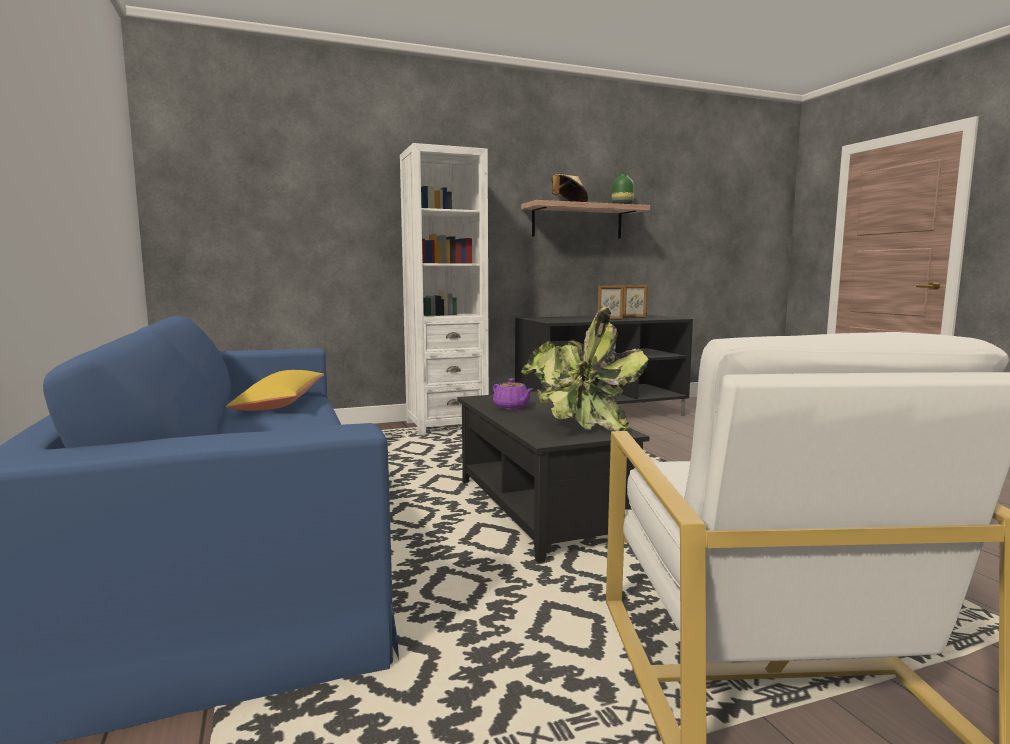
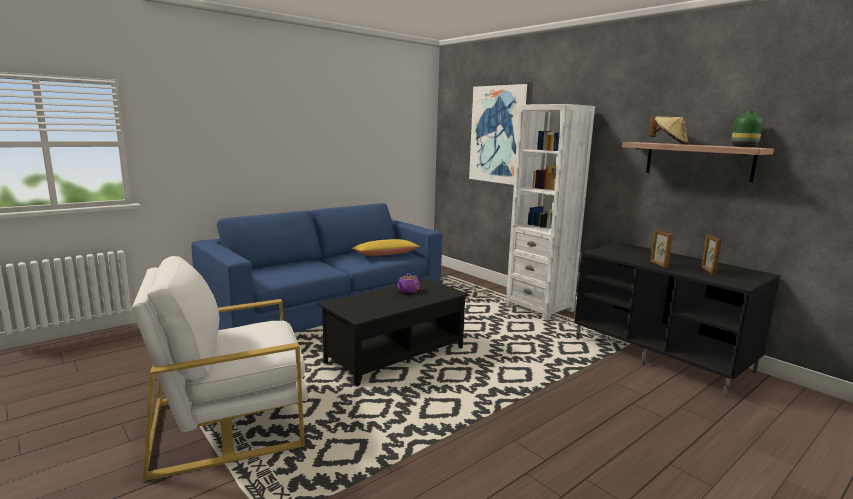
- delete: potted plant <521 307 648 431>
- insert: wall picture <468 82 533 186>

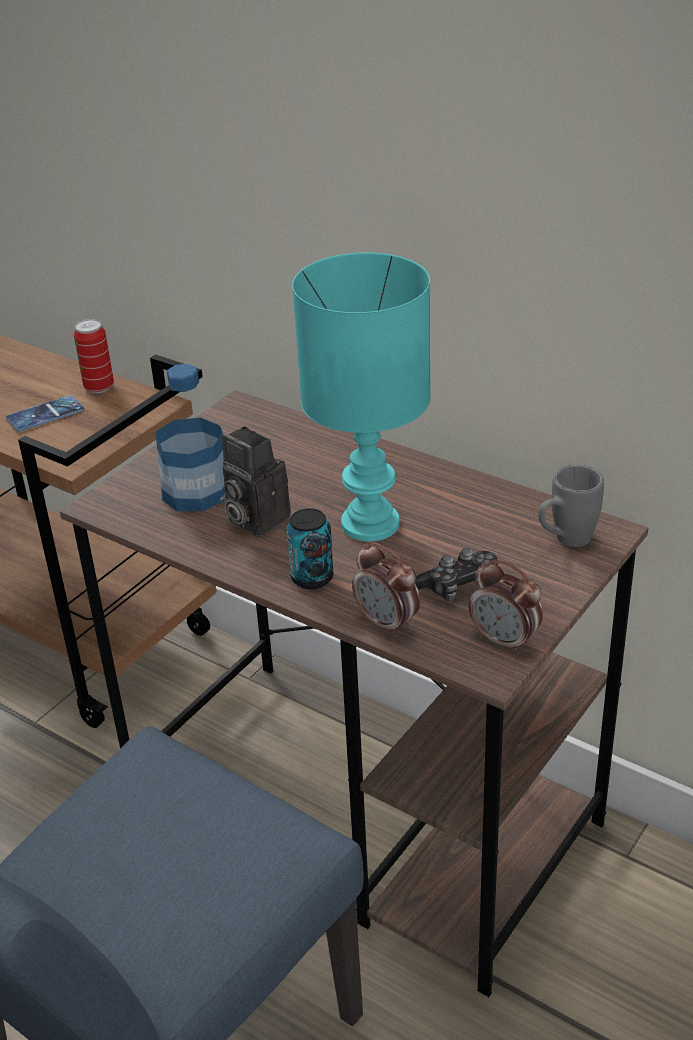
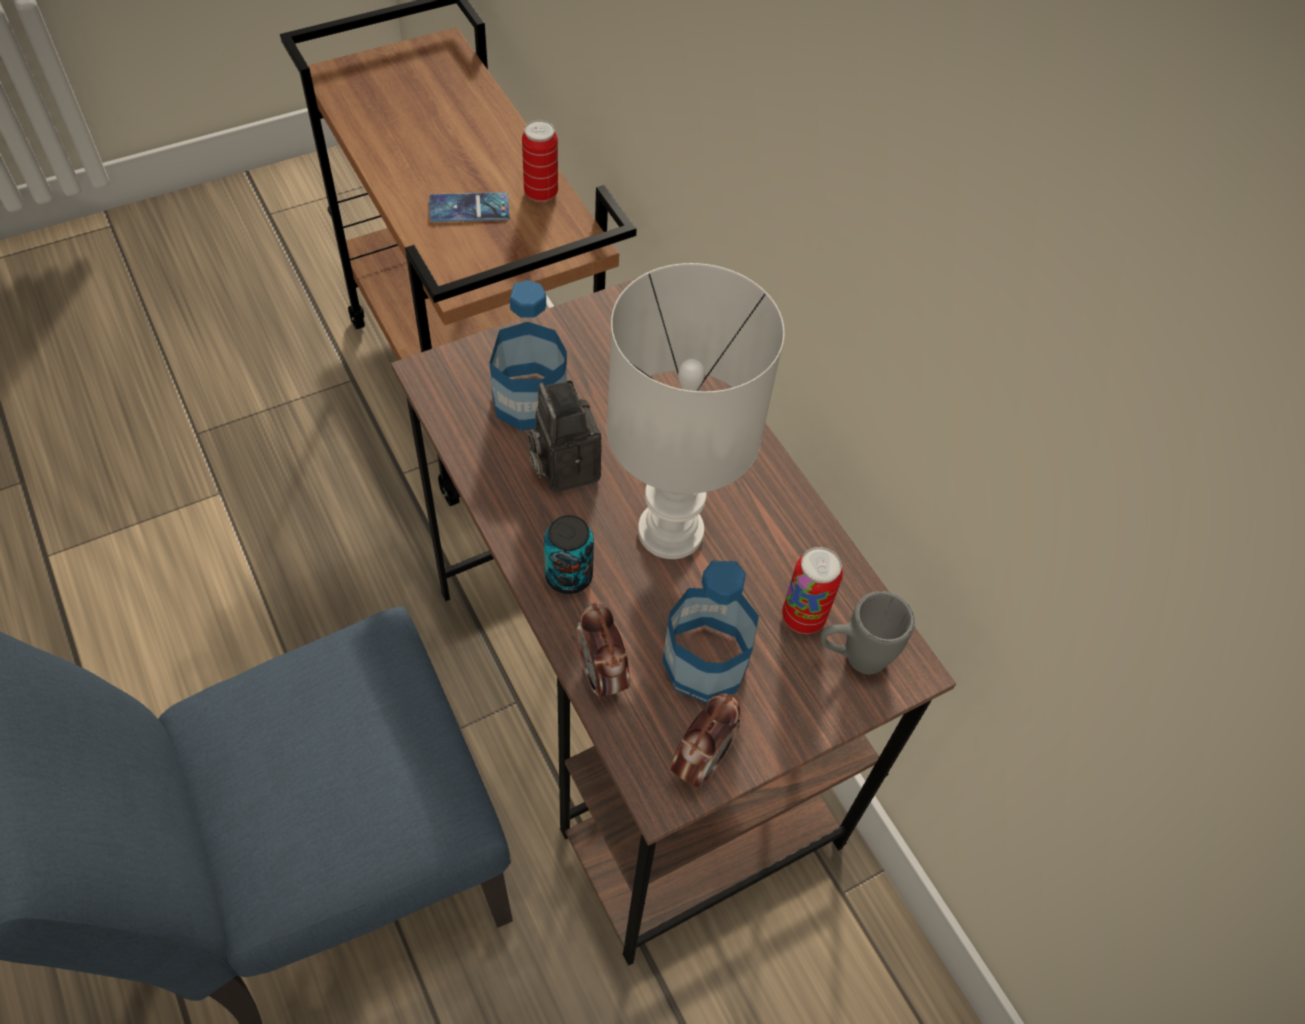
- recolor: turquoise lamp for a table <292 252 431 542> to white-coloured lamp for a table <607 263 784 559>
- replace: joypad <415 548 498 601> to beverage bottle <663 561 759 703>
- rotate: bedside clock <469 559 543 654> = <671 693 740 789> 120 degrees counterclockwise
- insert: can <782 547 843 634>

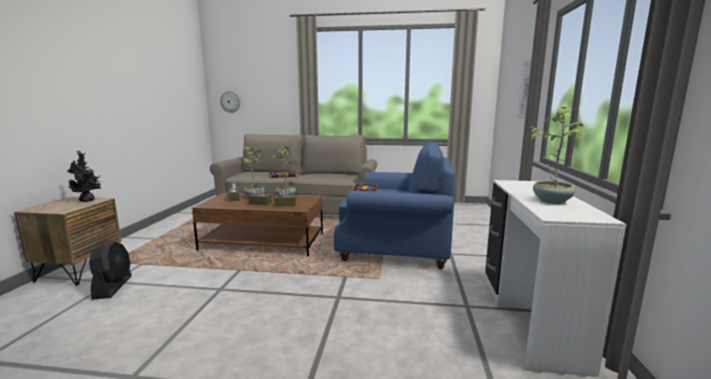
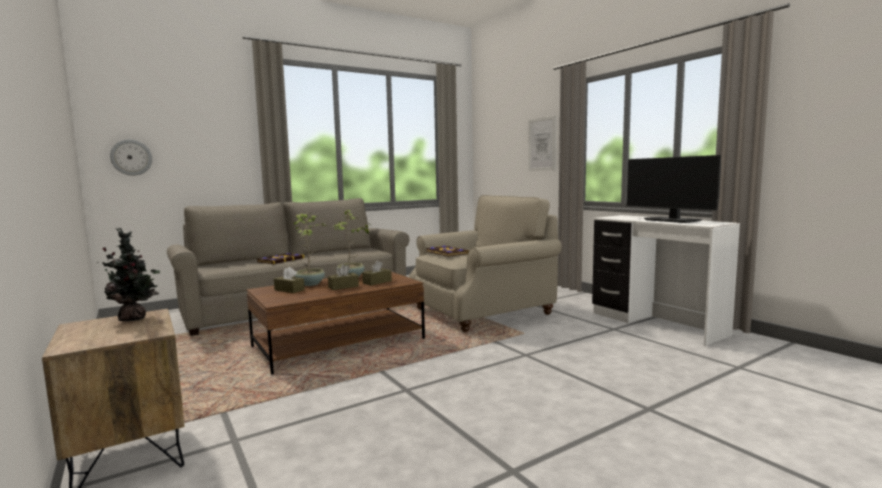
- delete: blackish cooling fan <89 240 132 300>
- recolor: blue-coloured easy chair <334 142 455 269> to beige easy chair <409 195 561 332>
- replace: potted plant <527 107 586 204> to computer display <626 155 721 223>

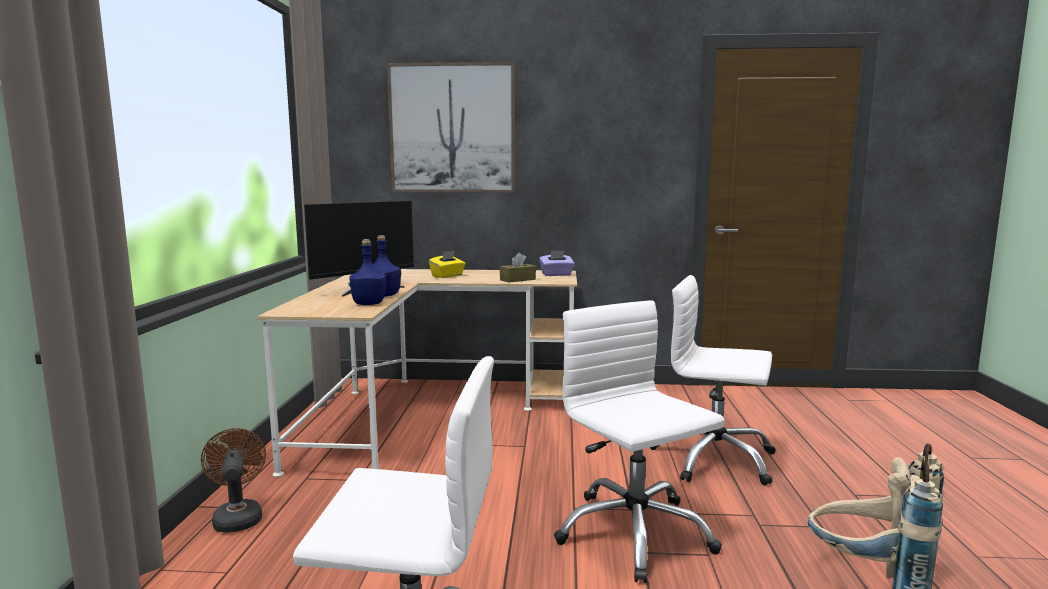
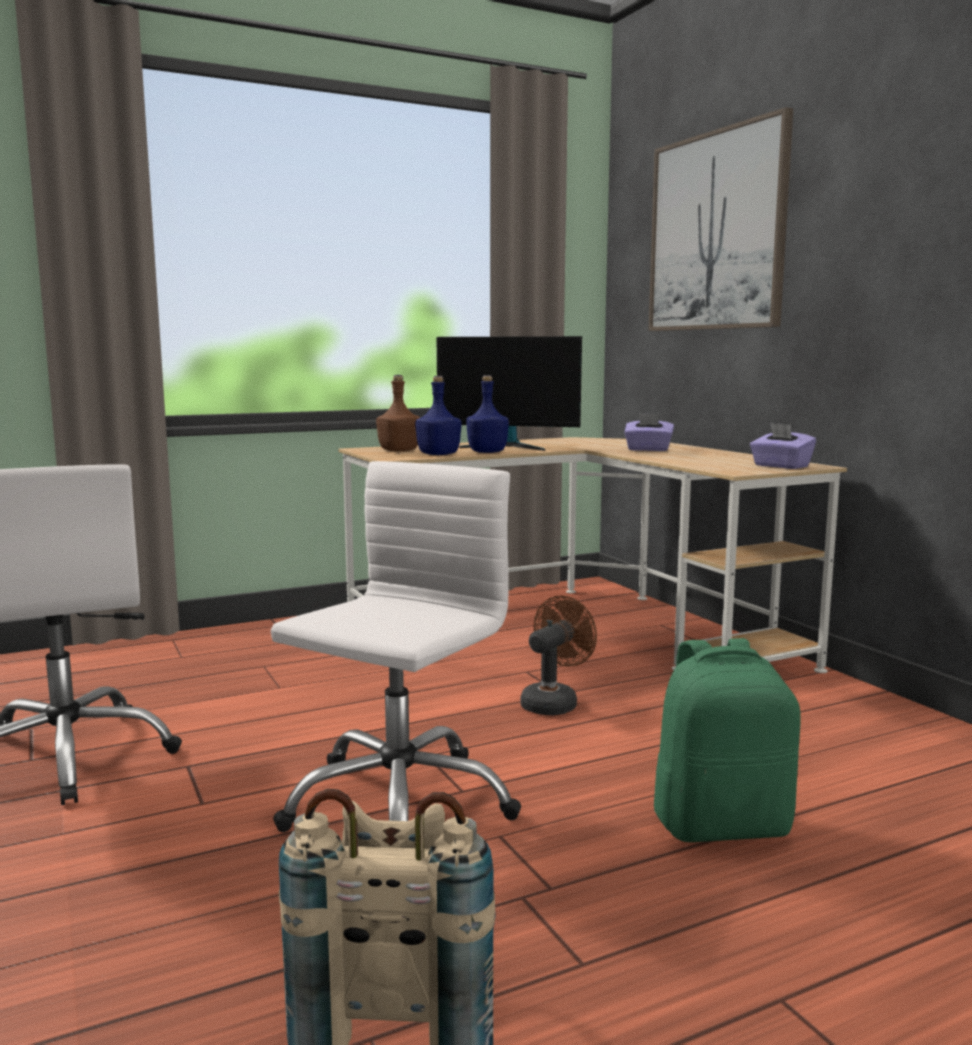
- move: brown-coloured cooling fan <201 428 266 533> to <521 596 597 716>
- recolor: yellow tissue holder <429 251 466 278> to purplish tissue holder <624 413 674 451>
- delete: brown-coloured tissue holder <500 252 536 282>
- replace: white-coloured office chair <650 275 776 486> to greenish rucksack <654 638 801 842>
- insert: brown-coloured beverage bottle <376 375 420 451>

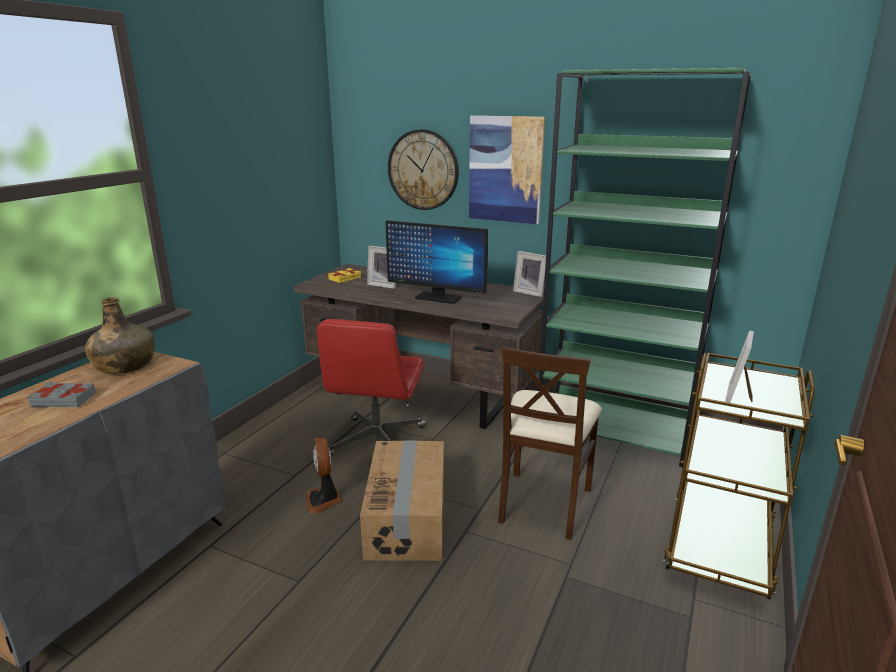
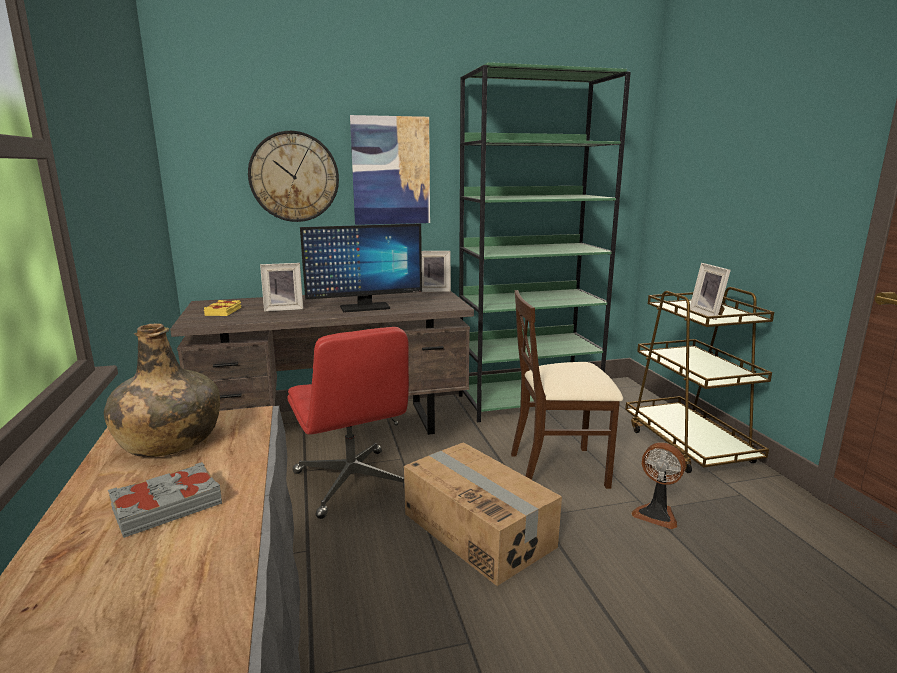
- move: cooling fan <306 438 341 514> to <631 443 686 529>
- rotate: beige upright chair <498 347 602 540> = <511 290 623 489> 105 degrees clockwise

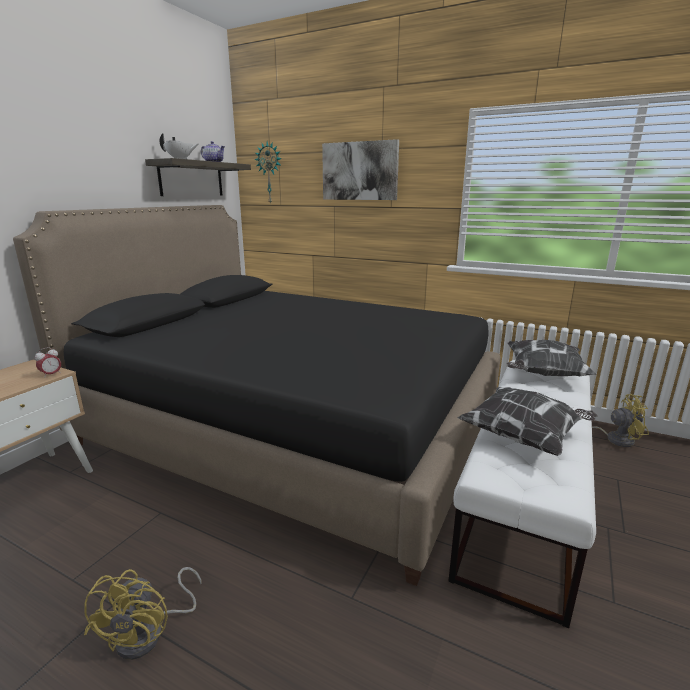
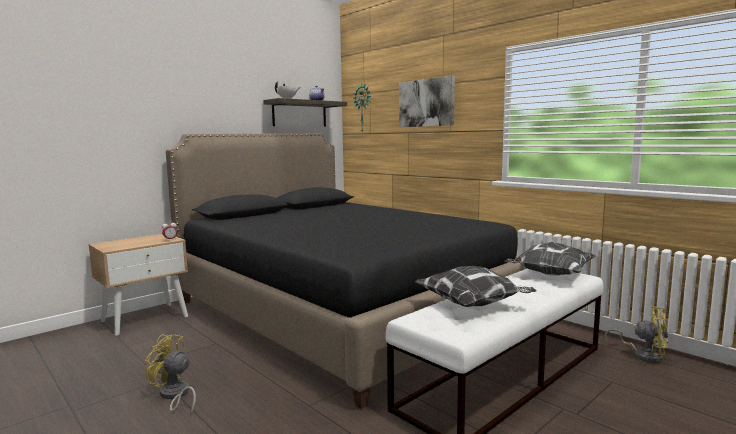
- rotate: yellow cooling fan <84 567 201 660> = <145 334 196 414> 90 degrees clockwise

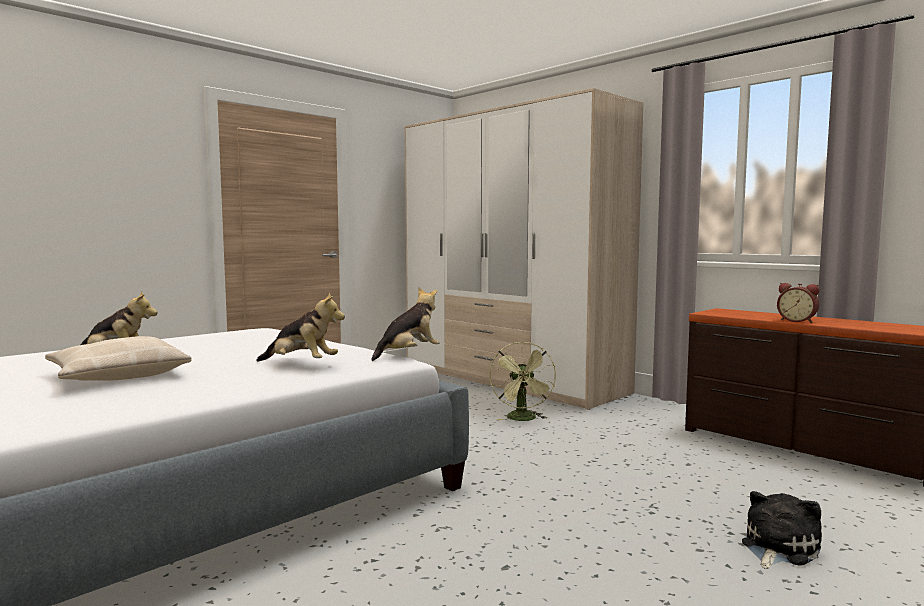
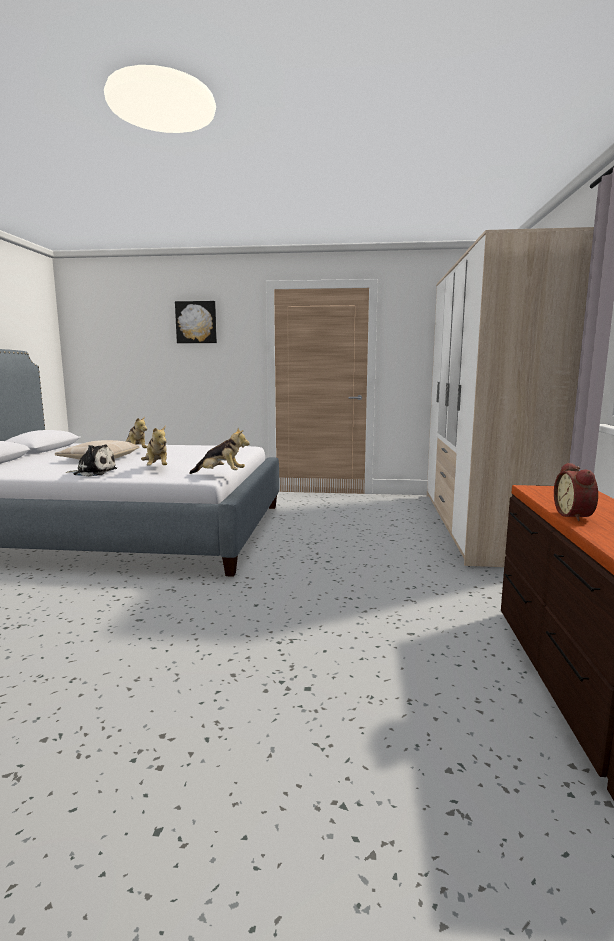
- delete: greenish cooling fan <489 341 556 421>
- move: soft toy <742 491 822 569> to <66 444 117 477>
- insert: wall picture <175 301 217 343>

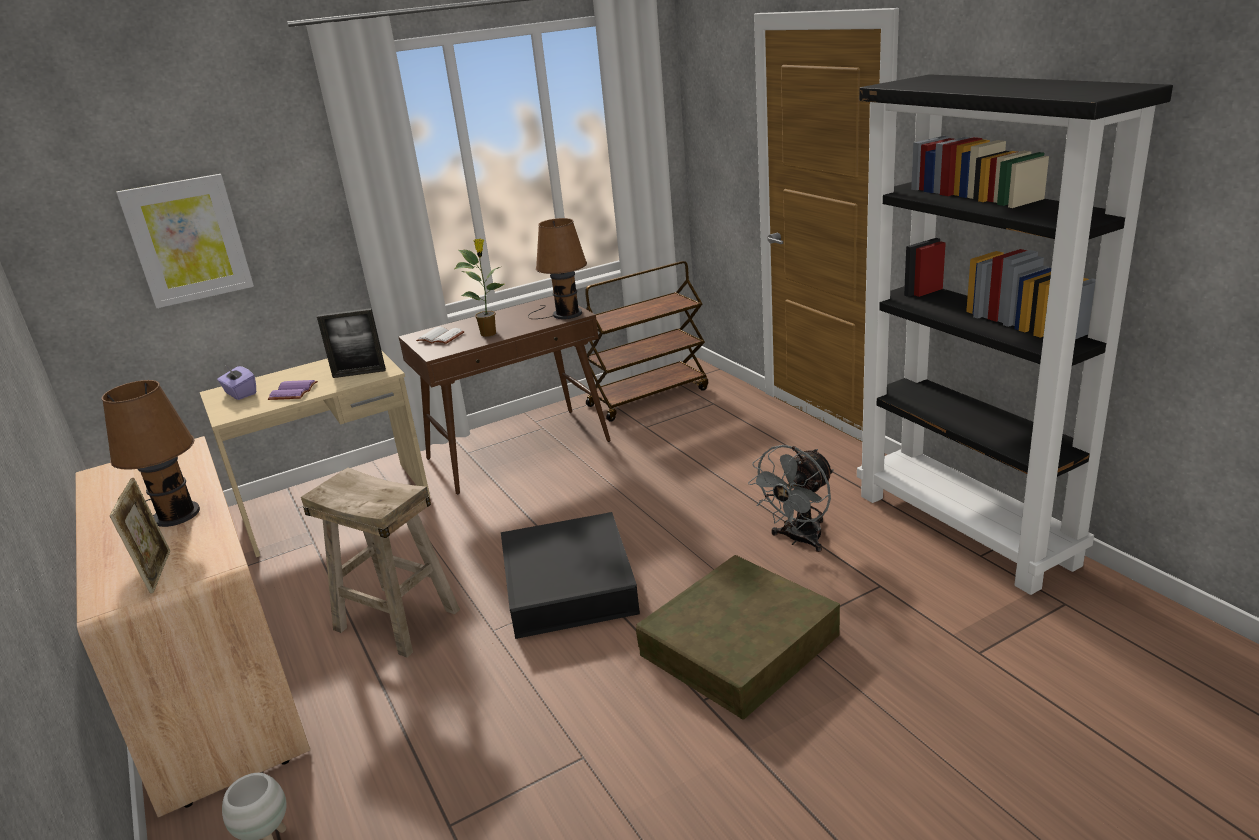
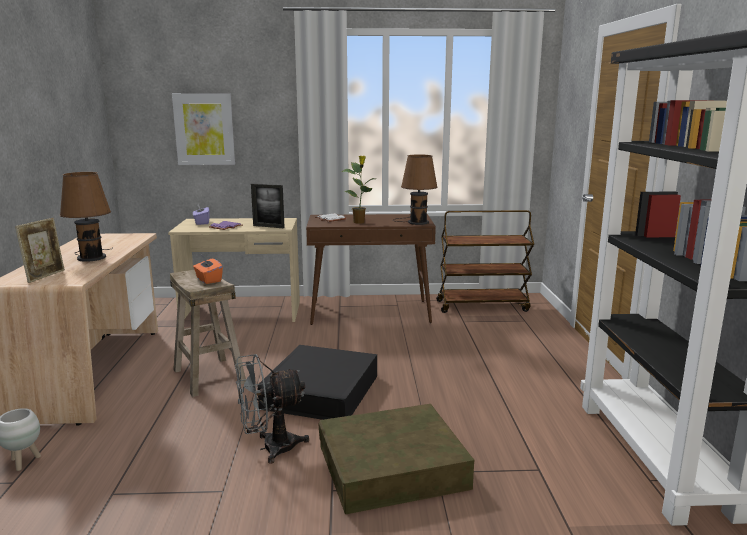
- move: greyish cooling fan <748 445 834 552> to <235 354 309 464>
- insert: orangey tissue holder <193 256 223 284>

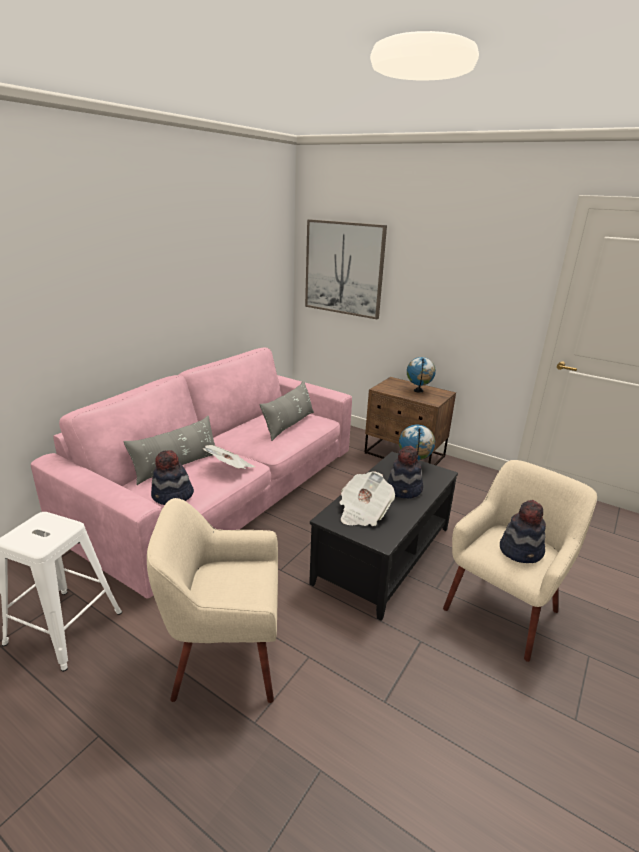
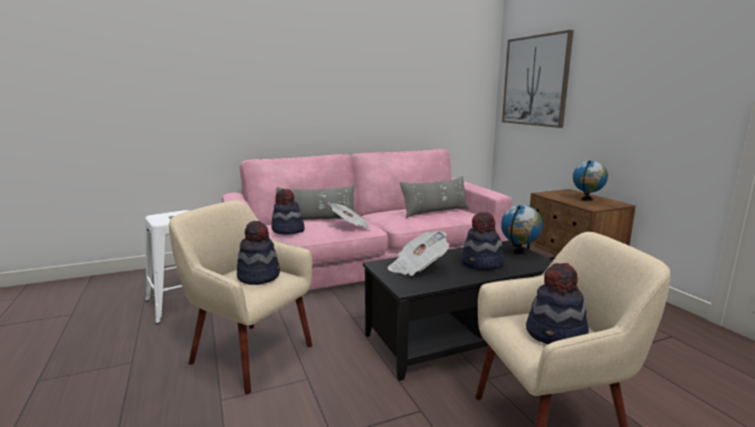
- insert: clothing hat <237 221 280 285>

